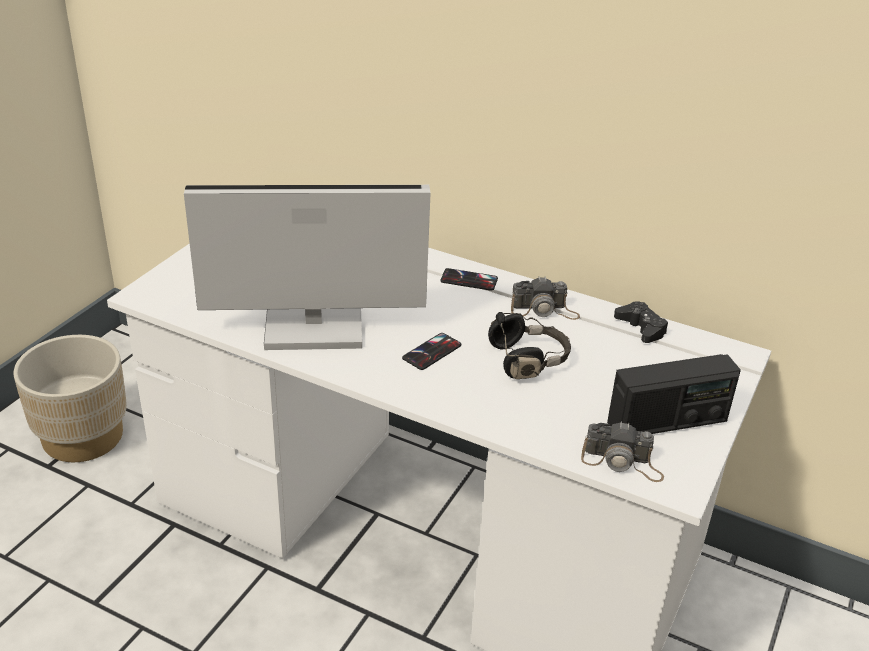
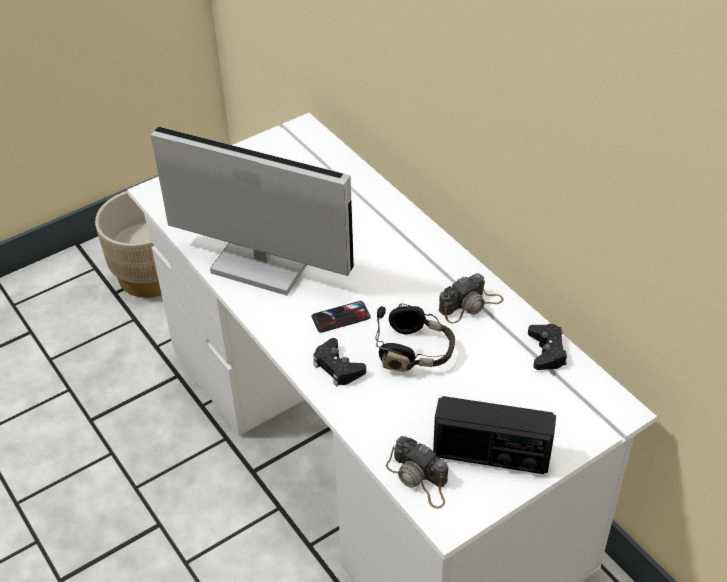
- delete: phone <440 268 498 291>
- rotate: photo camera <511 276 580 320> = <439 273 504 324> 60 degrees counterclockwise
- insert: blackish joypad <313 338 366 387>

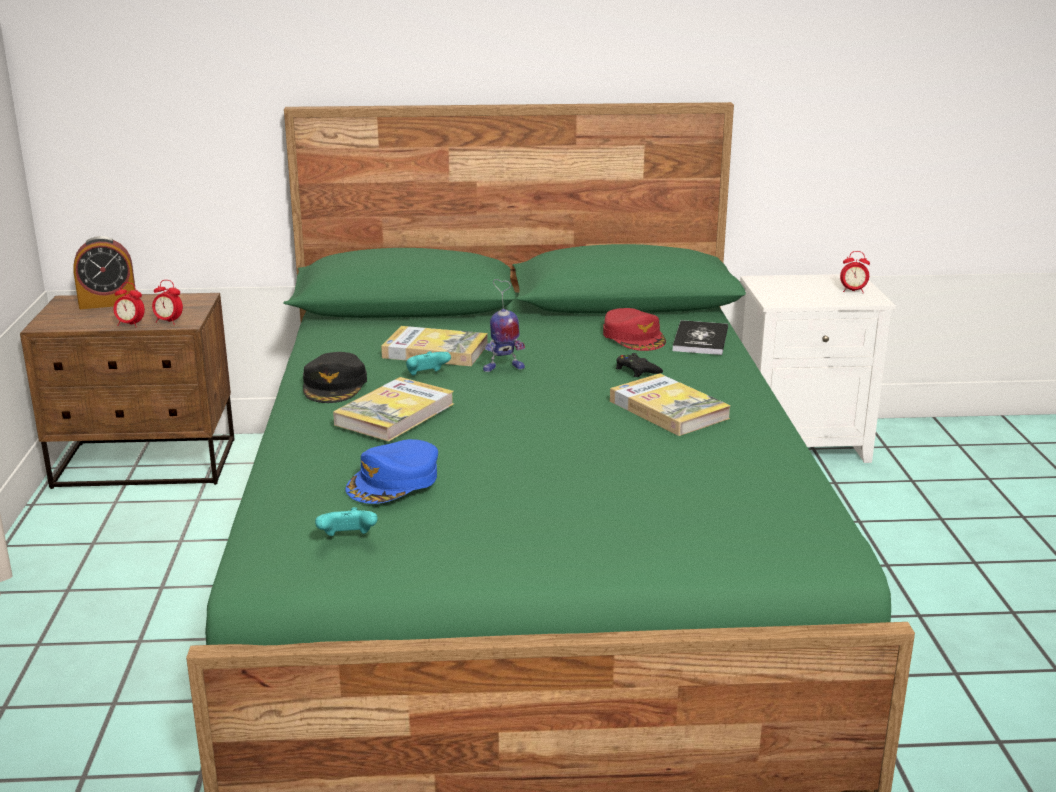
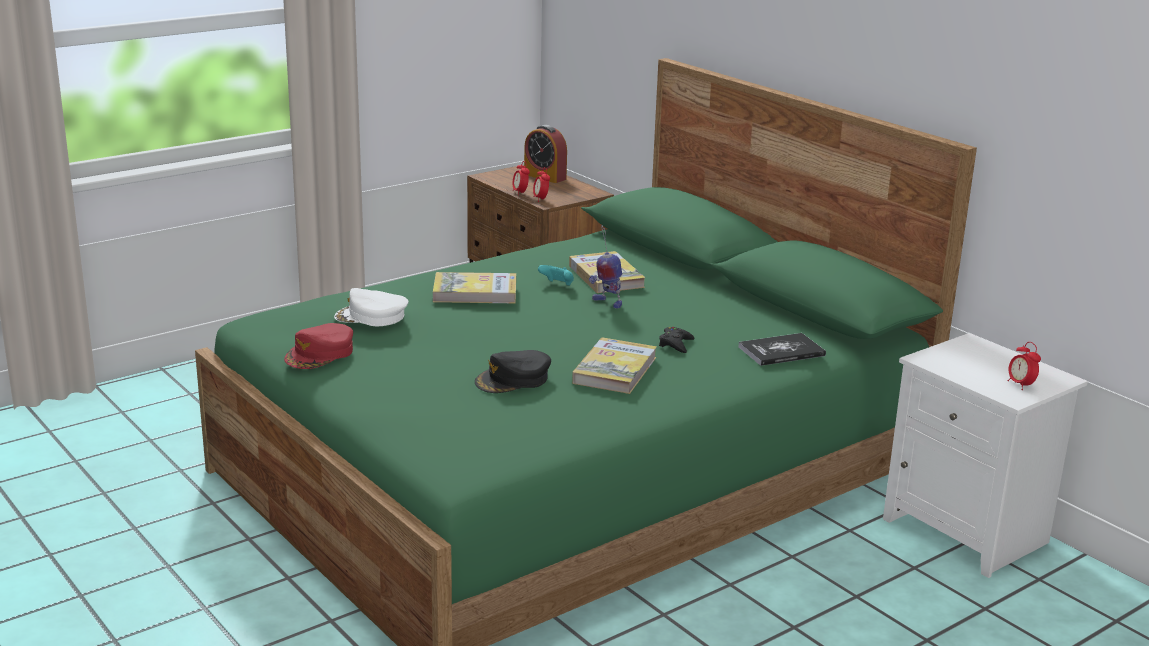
- move: blackish cap <303 352 367 403> to <475 350 551 393>
- delete: turquoise joypad <315 507 378 536>
- recolor: blue-coloured cap <346 439 438 504> to white-coloured cap <334 288 408 327>
- move: red-coloured cap <603 308 666 351> to <284 323 353 369>

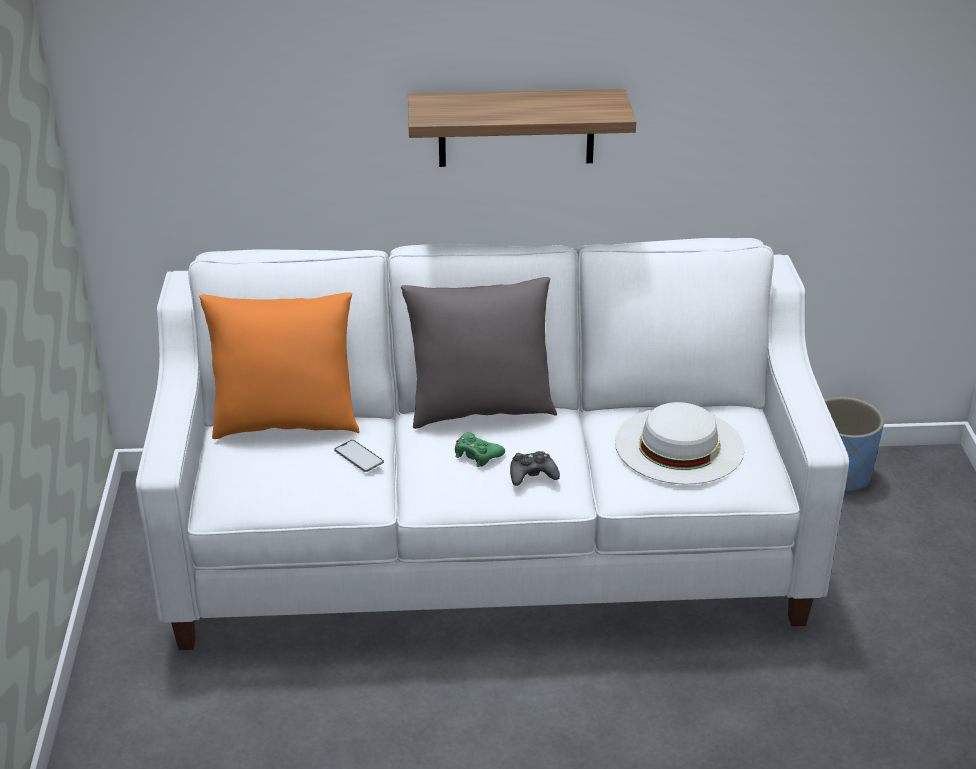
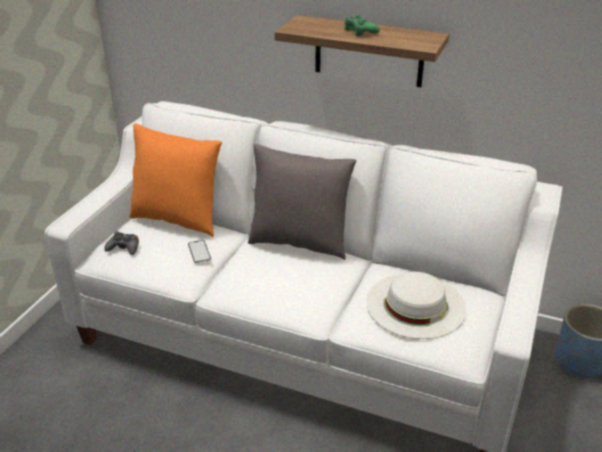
- move: greenish joypad <455 432 505 467> to <344 15 380 36>
- move: blackish joypad <510 451 560 486> to <104 231 139 255>

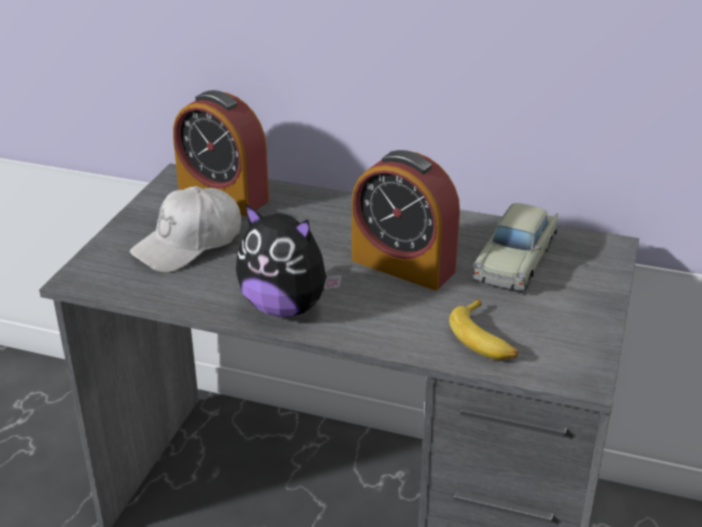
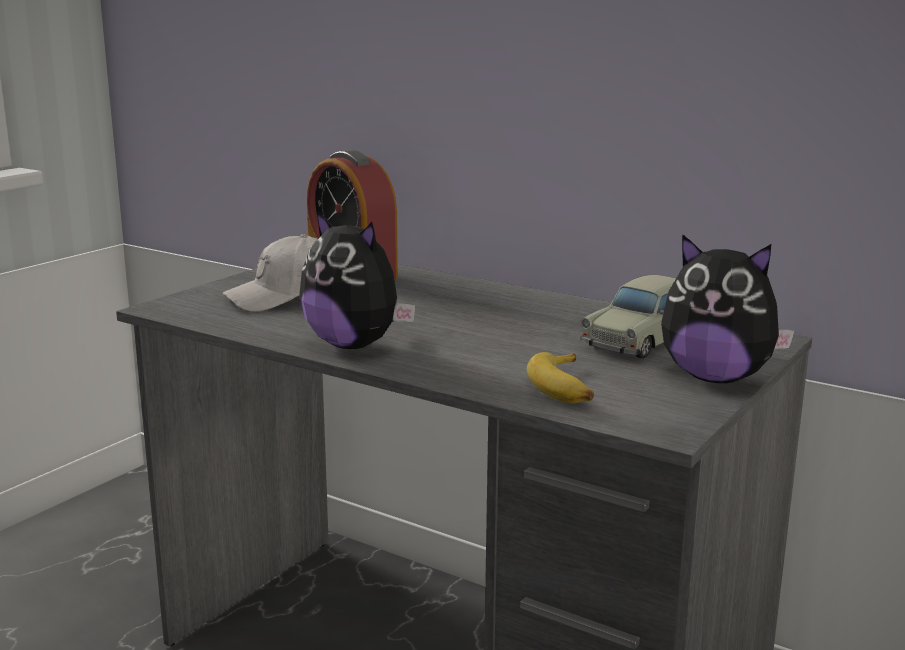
- delete: bedside clock <352 150 460 290>
- insert: soft toy <661 234 795 383>

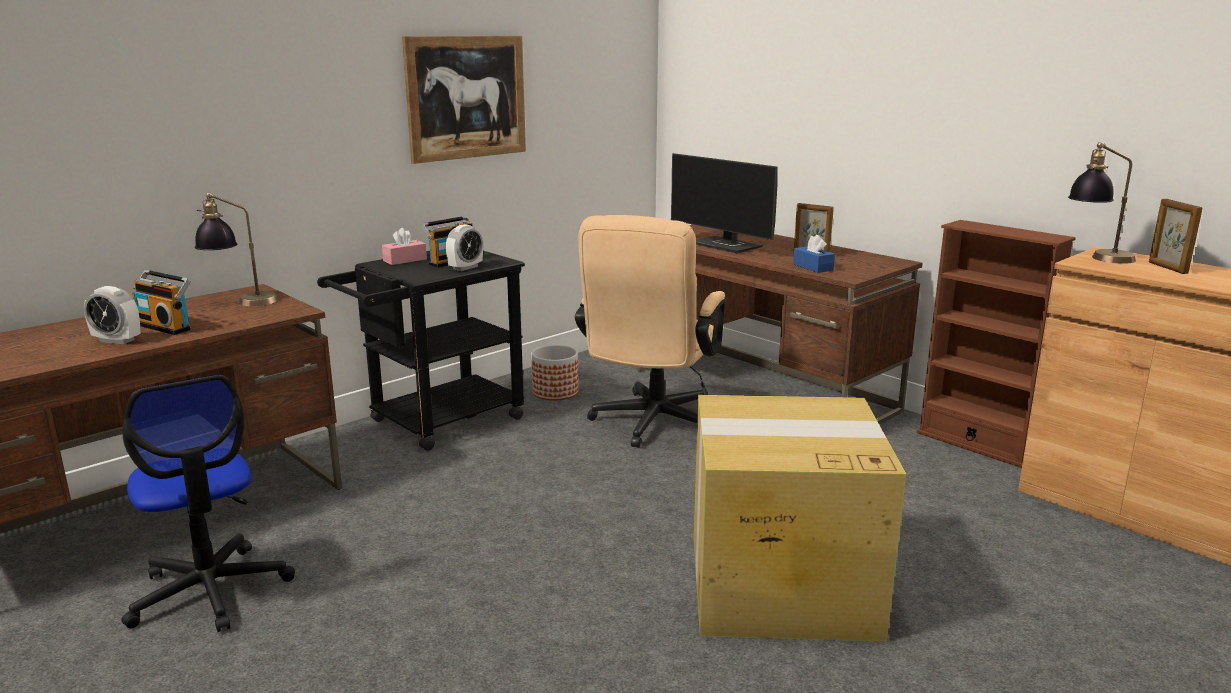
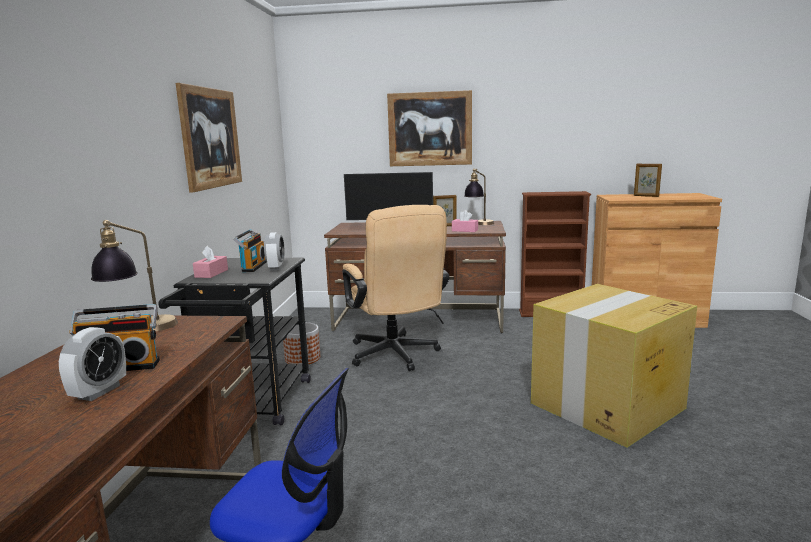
- rotate: bedside clock <84 286 140 344> = <59 327 126 401> 45 degrees counterclockwise
- recolor: blue-coloured tissue holder <793 235 835 273> to pink-coloured tissue holder <452 210 478 232>
- move: lamp for a table <1068 142 1136 264> to <464 168 494 225>
- insert: wall picture <387 90 472 166>

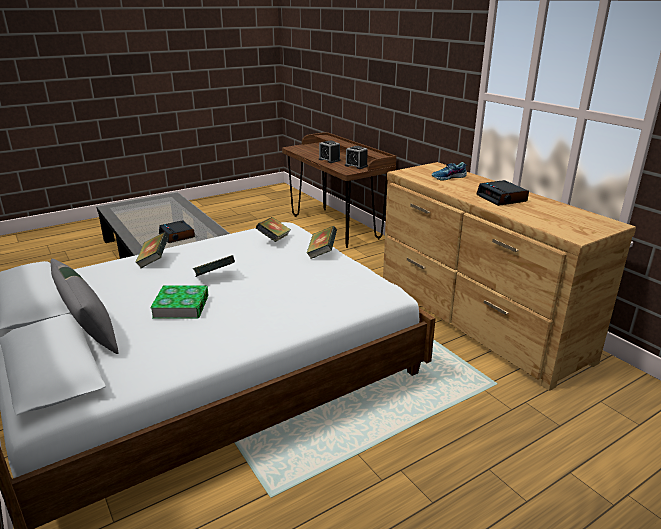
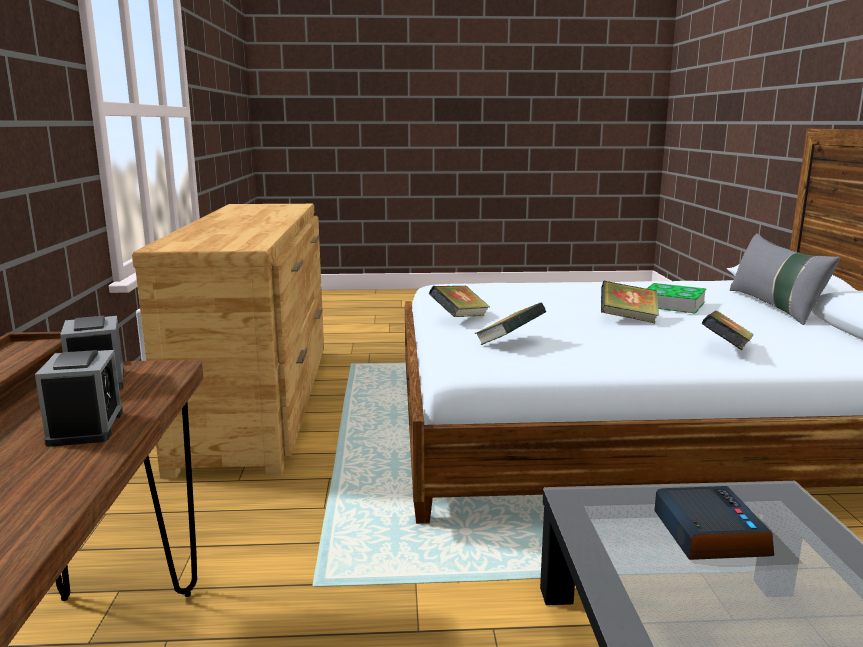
- delete: low shoe <432 162 467 181>
- delete: bedside clock <477 180 529 206>

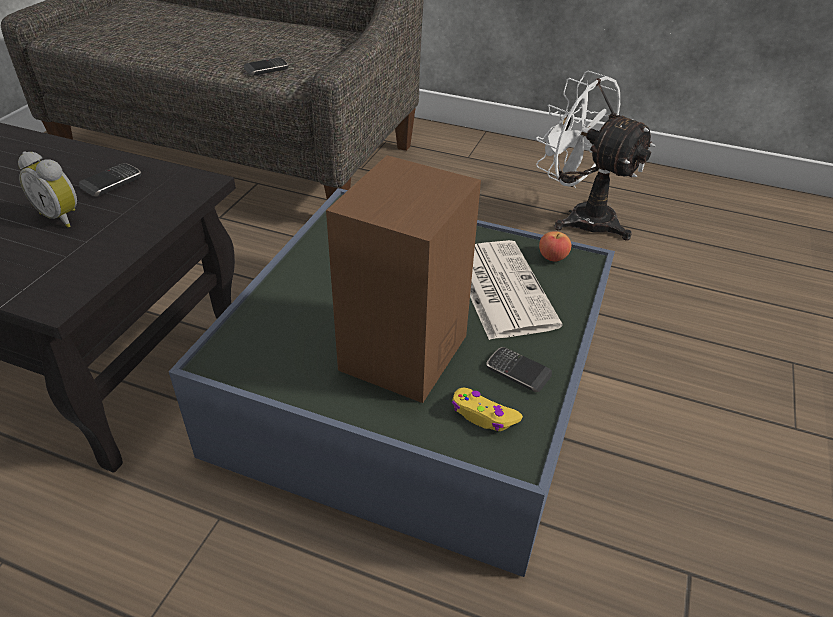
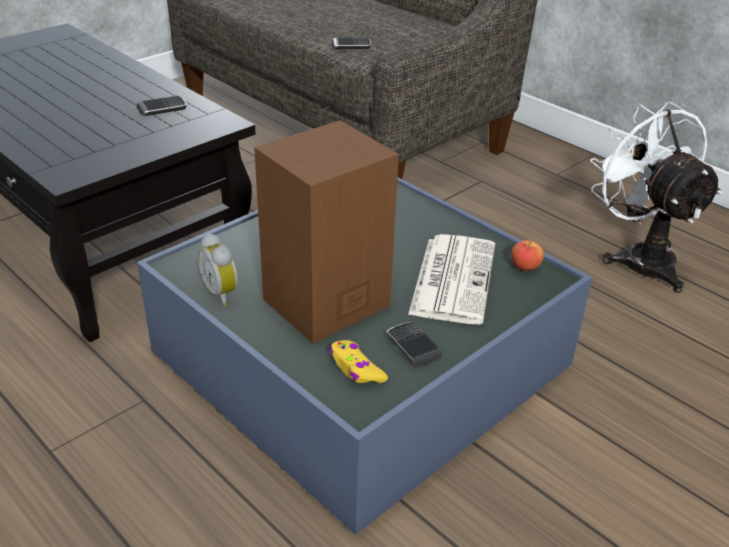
- move: bedside clock <18 151 77 228> to <198 233 238 306>

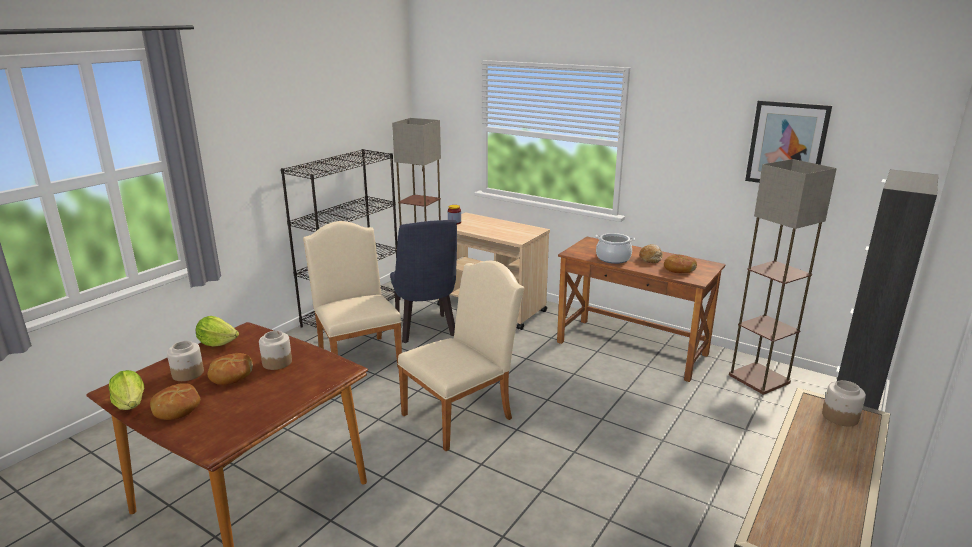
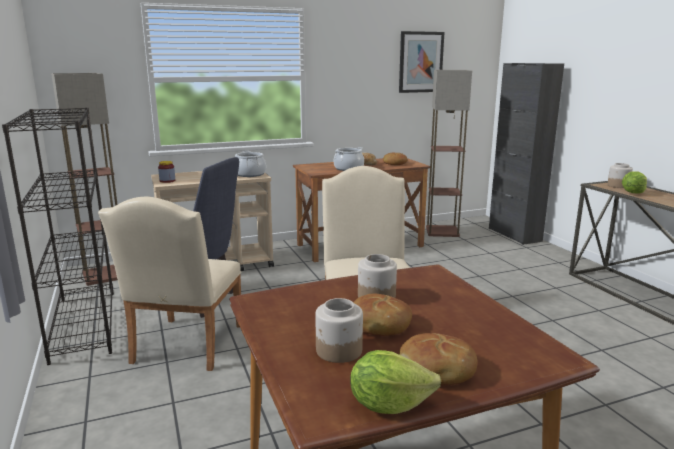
- move: head of lettuce <196 316 239 346> to <622 172 647 194>
- rotate: beige upright chair <303 221 402 369> = <98 197 241 371> 90 degrees counterclockwise
- insert: cooking pot <235 151 266 177>

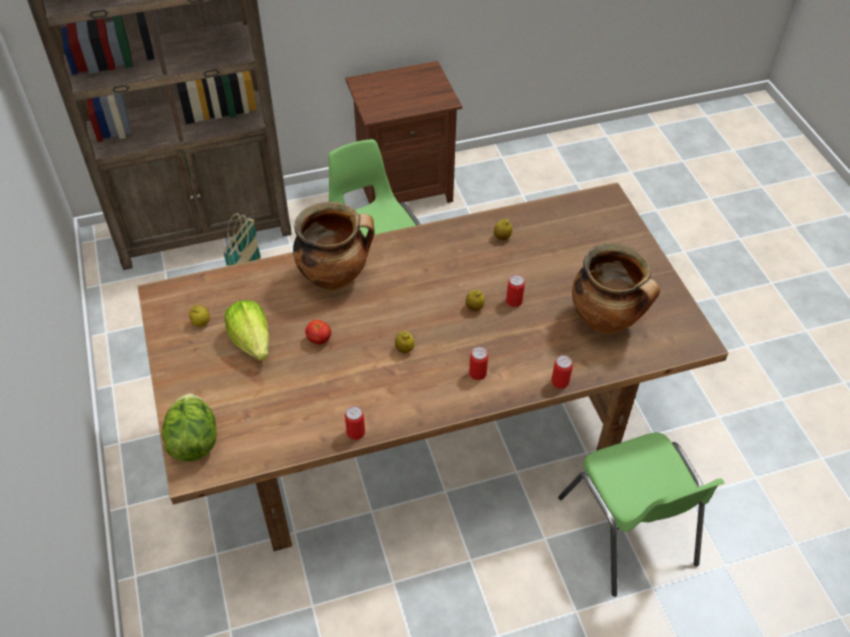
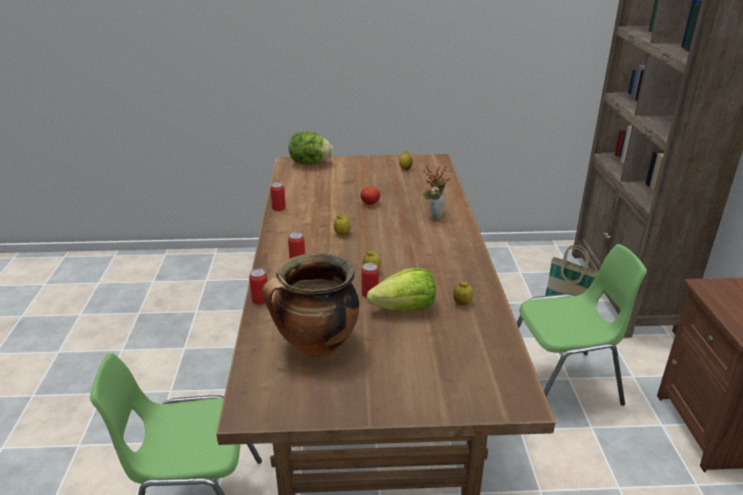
- move: head of lettuce <224 300 269 361> to <367 268 436 311>
- replace: cooking pot <293 202 375 290> to potted plant <423 163 450 220>

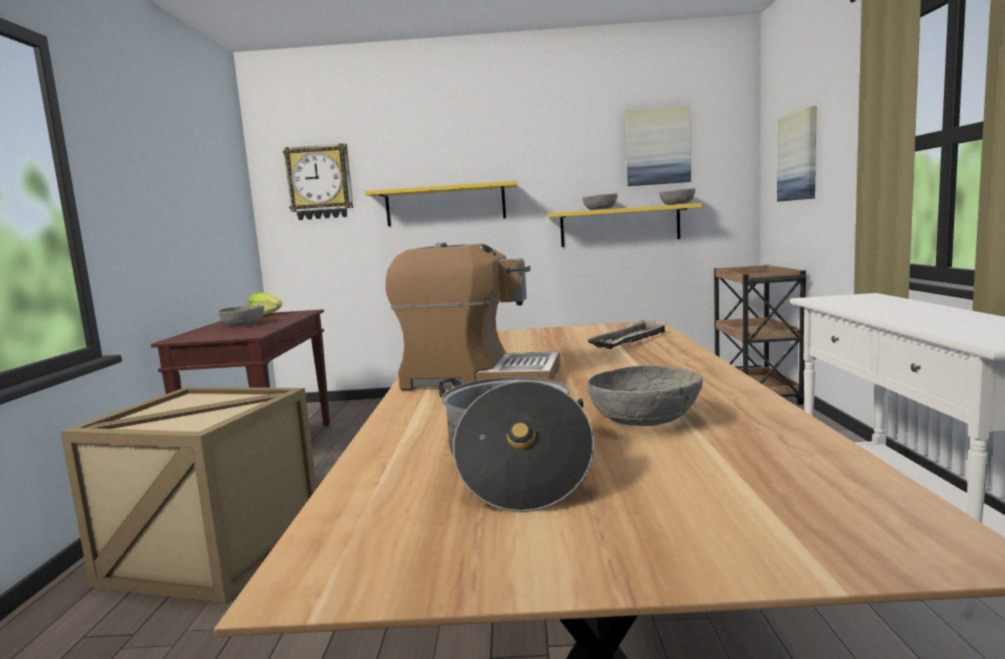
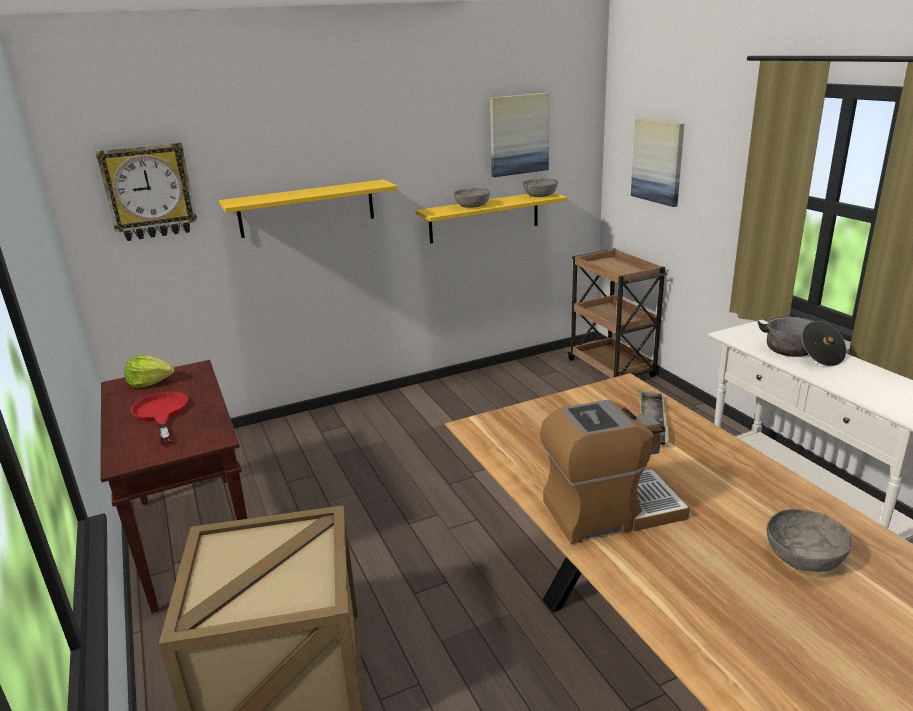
- replace: greyish serving bowl <218 305 264 327> to red-coloured frying pan <130 392 188 446>
- move: cooking pot <438 377 594 512> to <757 316 846 366>

